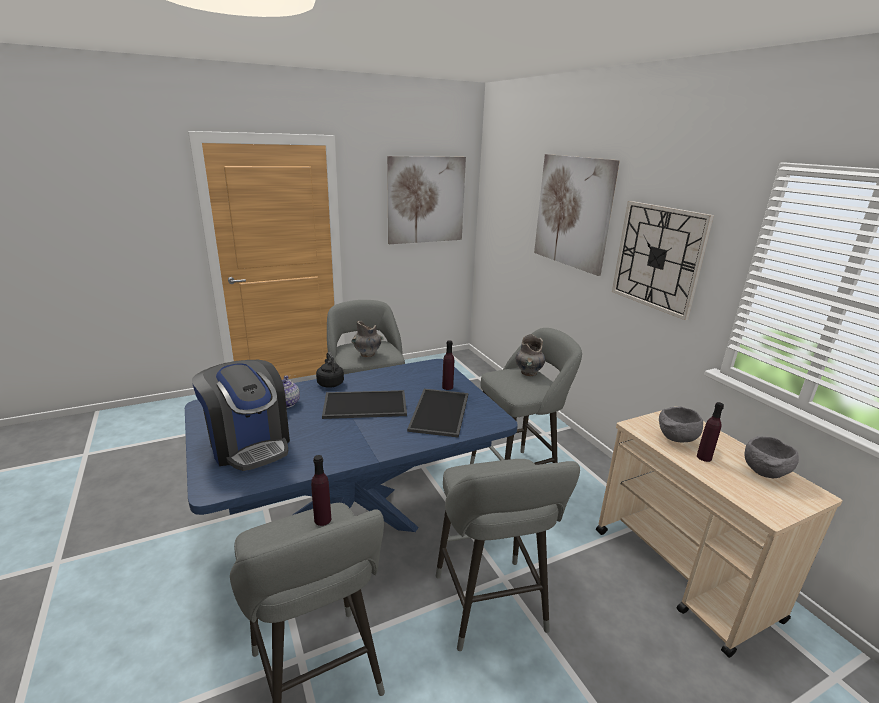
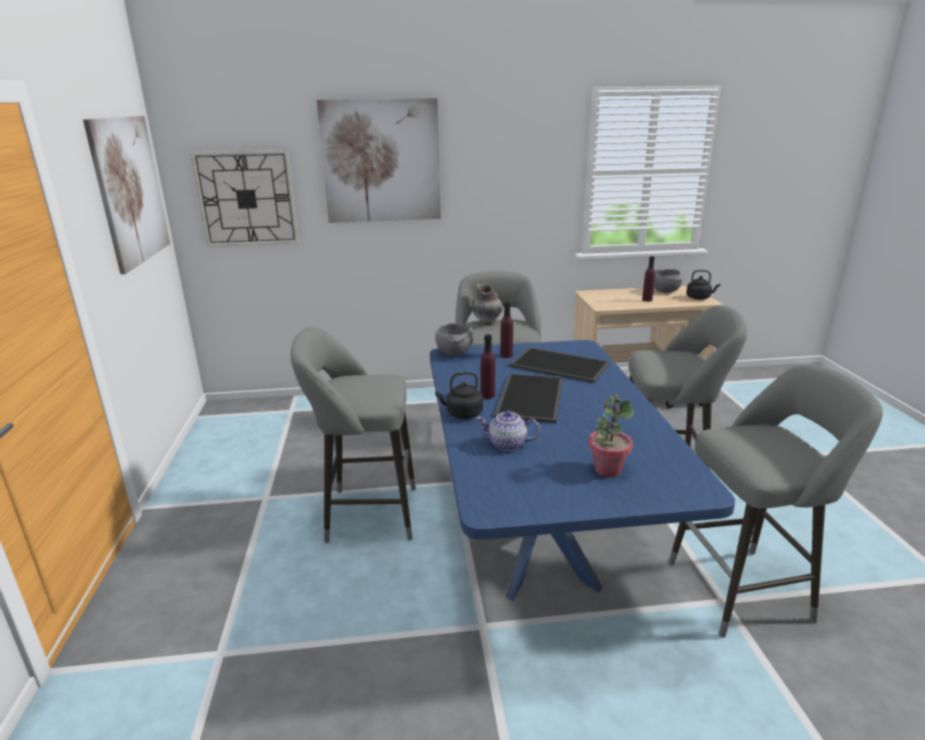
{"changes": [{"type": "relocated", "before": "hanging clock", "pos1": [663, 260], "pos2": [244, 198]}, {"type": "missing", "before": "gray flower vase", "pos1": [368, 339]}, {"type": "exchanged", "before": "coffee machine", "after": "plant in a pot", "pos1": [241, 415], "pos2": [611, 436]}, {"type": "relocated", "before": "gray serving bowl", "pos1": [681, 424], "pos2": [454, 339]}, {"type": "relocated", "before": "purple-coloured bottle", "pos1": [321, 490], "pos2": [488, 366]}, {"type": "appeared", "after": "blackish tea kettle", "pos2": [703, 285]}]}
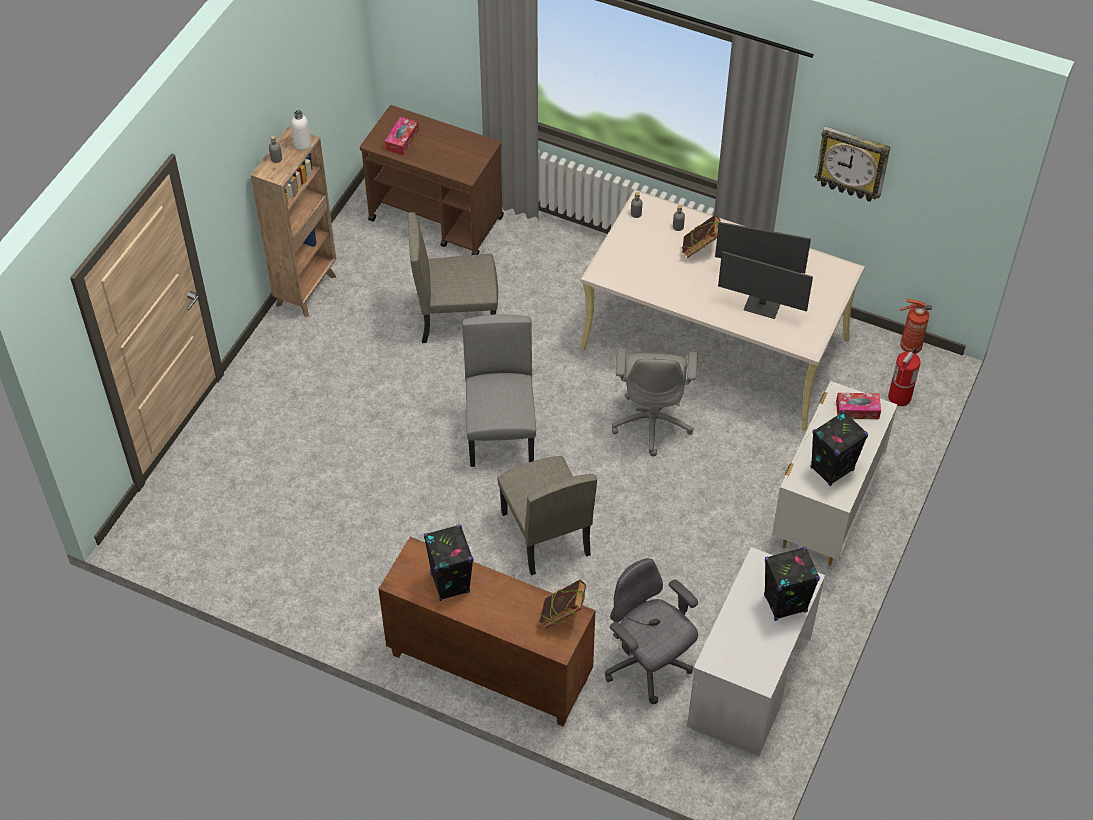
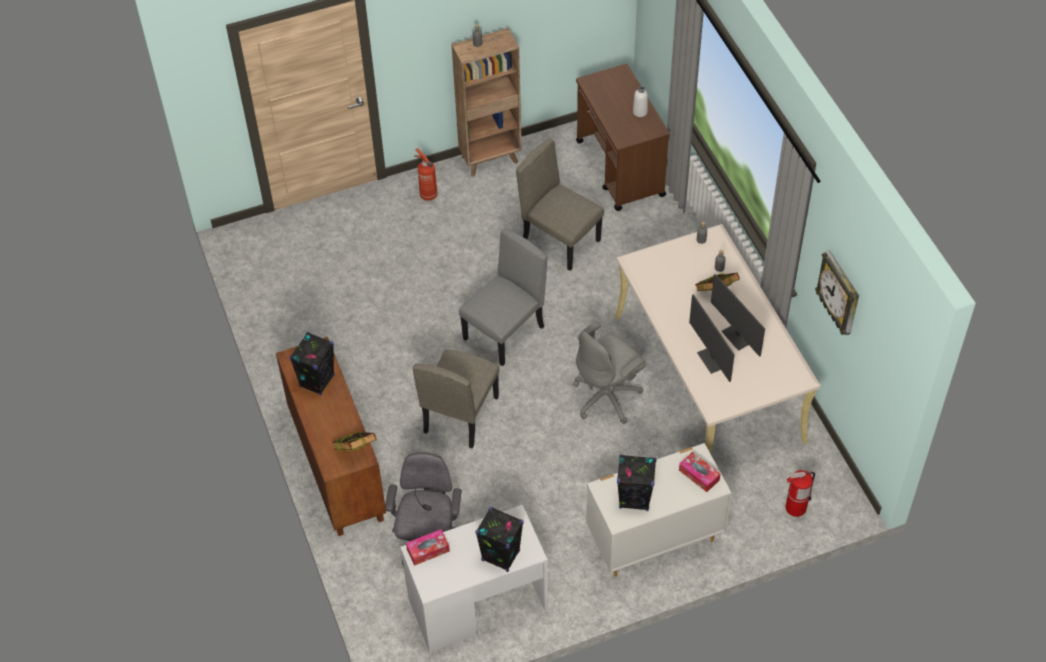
{"changes": [{"type": "relocated", "before": "white bottle", "pos1": [301, 130], "pos2": [640, 101]}, {"type": "relocated", "before": "tissue holder", "pos1": [402, 136], "pos2": [428, 547]}, {"type": "relocated", "before": "fire-fighting cylinder", "pos1": [915, 326], "pos2": [426, 174]}]}
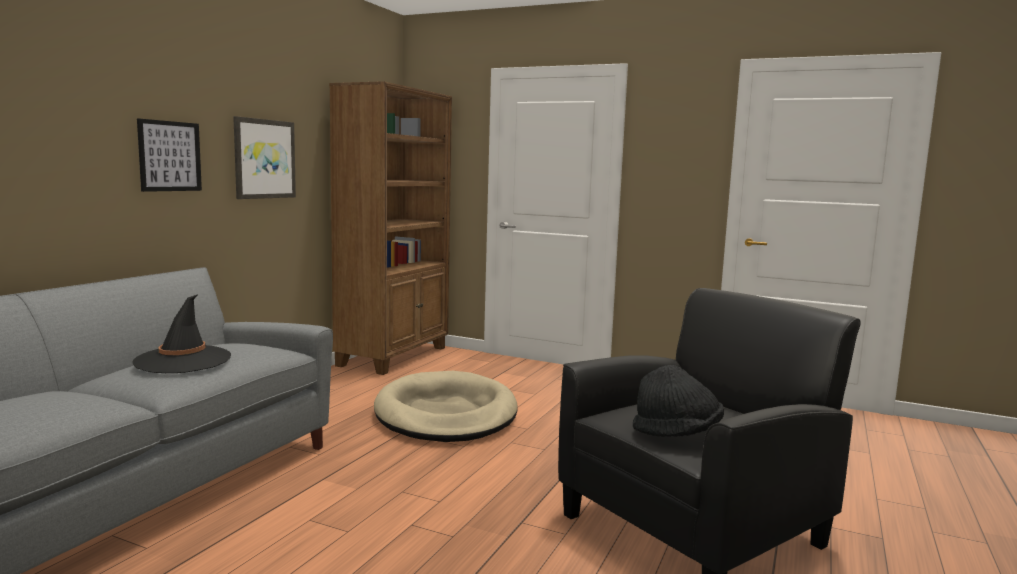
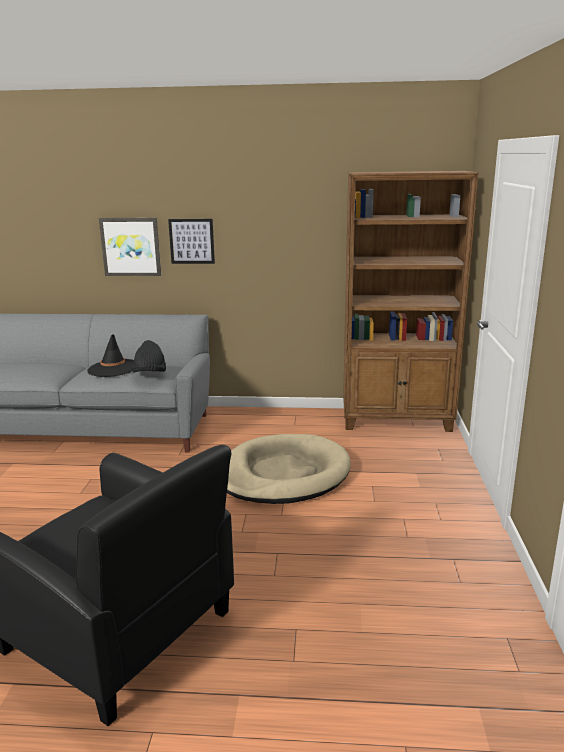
{"changes": [{"type": "relocated", "before": "picture", "pos1": [264, 157], "pos2": [130, 247]}, {"type": "relocated", "before": "blackish clothing hat", "pos1": [678, 401], "pos2": [148, 356]}]}
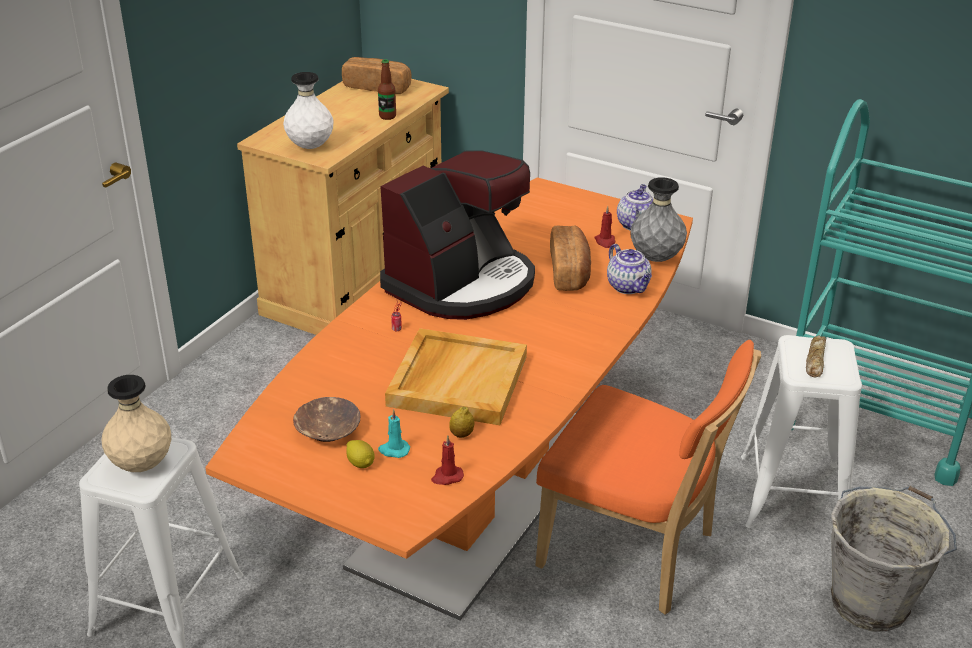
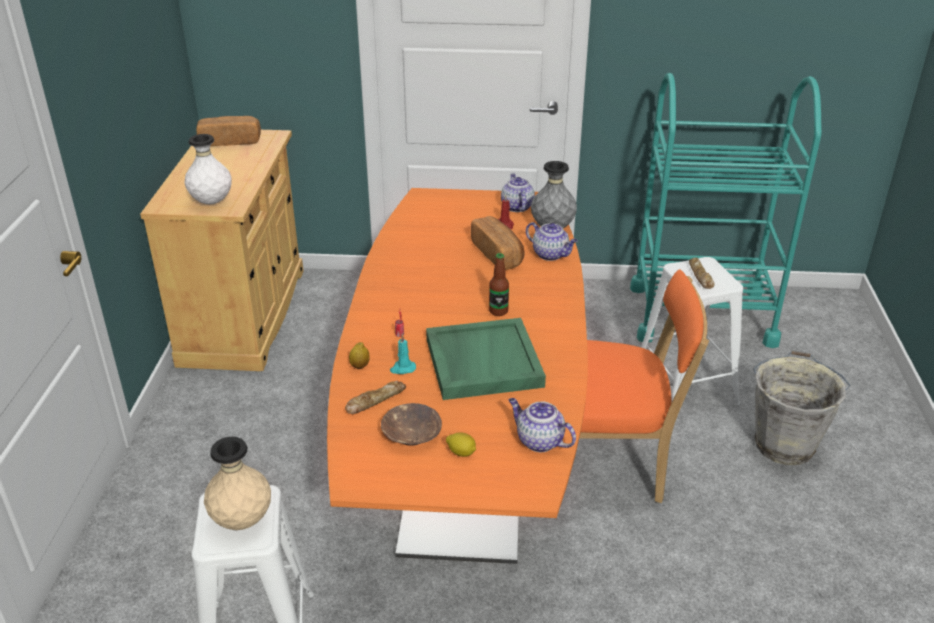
{"changes": [{"type": "relocated", "before": "bottle", "pos1": [387, 90], "pos2": [499, 284]}, {"type": "missing", "before": "coffee machine", "pos1": [457, 235]}, {"type": "colour", "before": "sand-coloured tray", "after": "green tray", "pos1": [456, 376], "pos2": [486, 359]}, {"type": "relocated", "before": "citrus fruit", "pos1": [461, 422], "pos2": [359, 355]}, {"type": "relocated", "before": "turquoise-coloured wax candle", "pos1": [394, 433], "pos2": [403, 354]}, {"type": "exchanged", "before": "red-coloured wax candle", "after": "teapot", "pos1": [447, 460], "pos2": [542, 425]}, {"type": "appeared", "after": "bread", "pos2": [375, 397]}]}
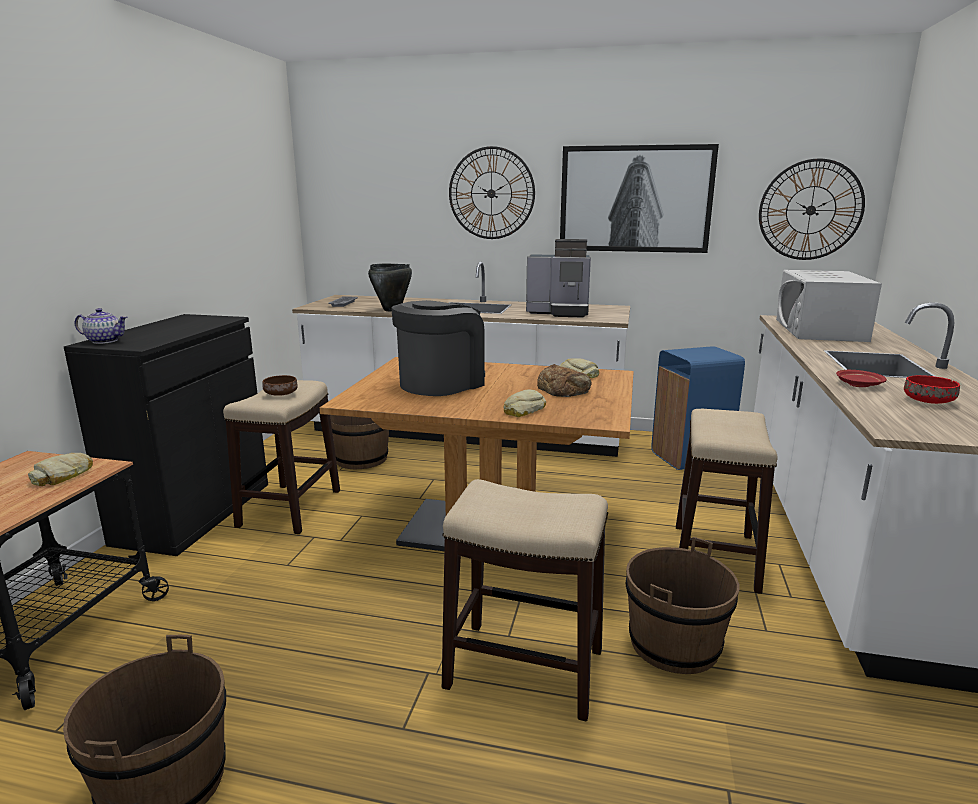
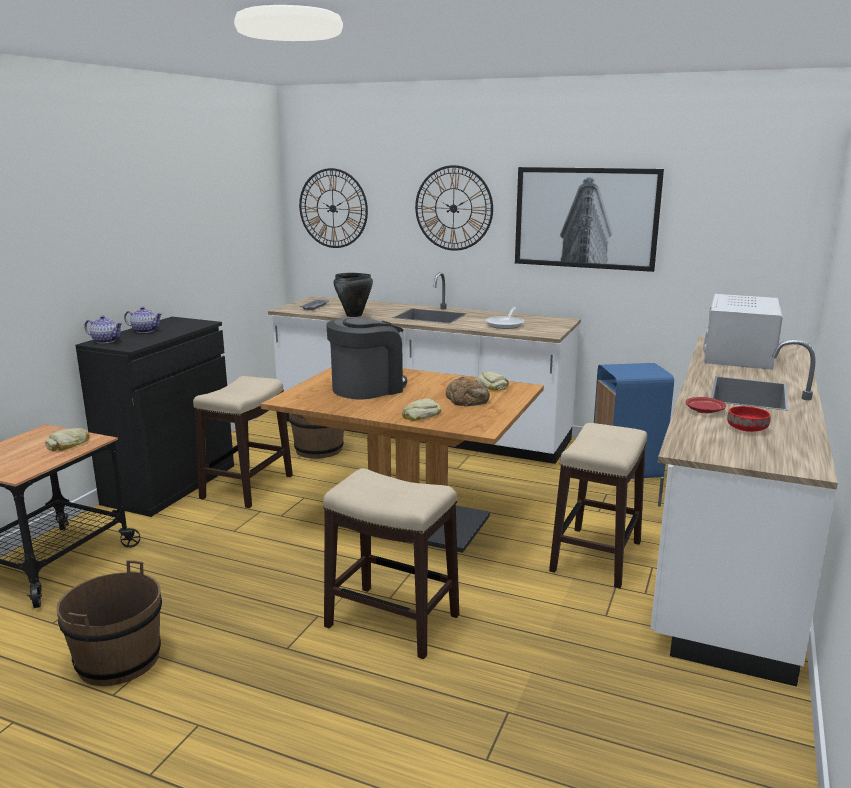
{"changes": [{"type": "relocated", "before": "hanging clock", "pos1": [812, 209], "pos2": [333, 208]}, {"type": "exchanged", "before": "coffee machine", "after": "skillet", "pos1": [558, 278], "pos2": [504, 318]}, {"type": "missing", "before": "brown-coloured serving bowl", "pos1": [280, 385]}, {"type": "missing", "before": "brown-coloured bucket", "pos1": [683, 605]}, {"type": "appeared", "after": "teapot", "pos2": [143, 320]}]}
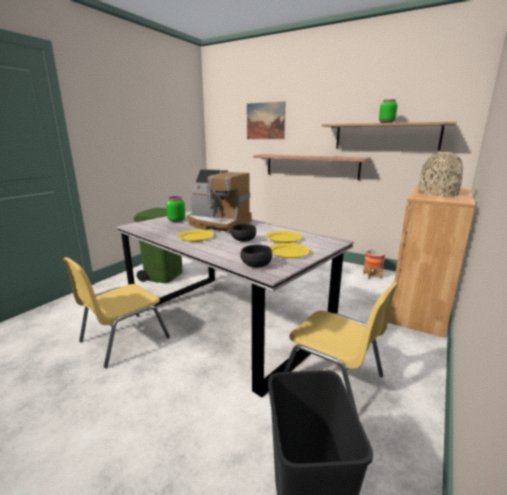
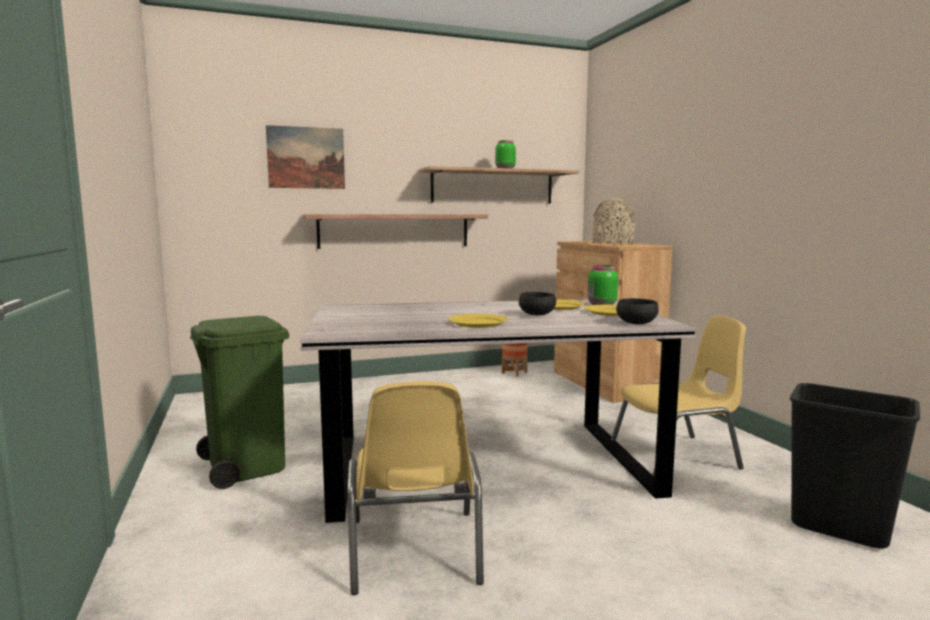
{"changes": [{"type": "missing", "before": "coffee machine", "pos1": [219, 201]}, {"type": "relocated", "before": "green jar", "pos1": [175, 209], "pos2": [603, 285]}]}
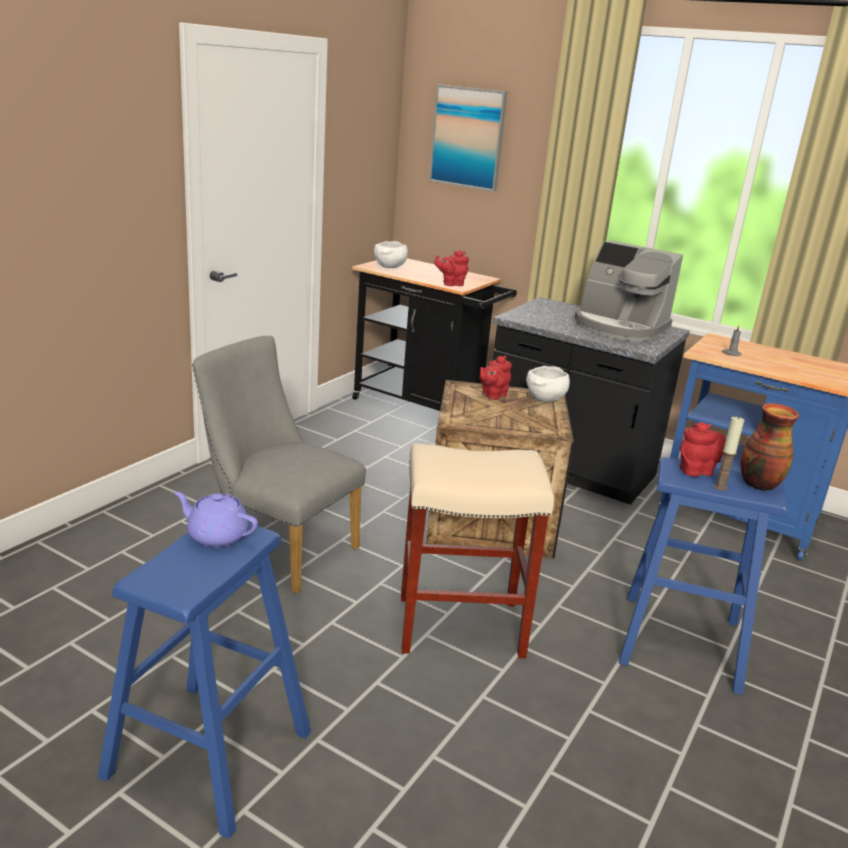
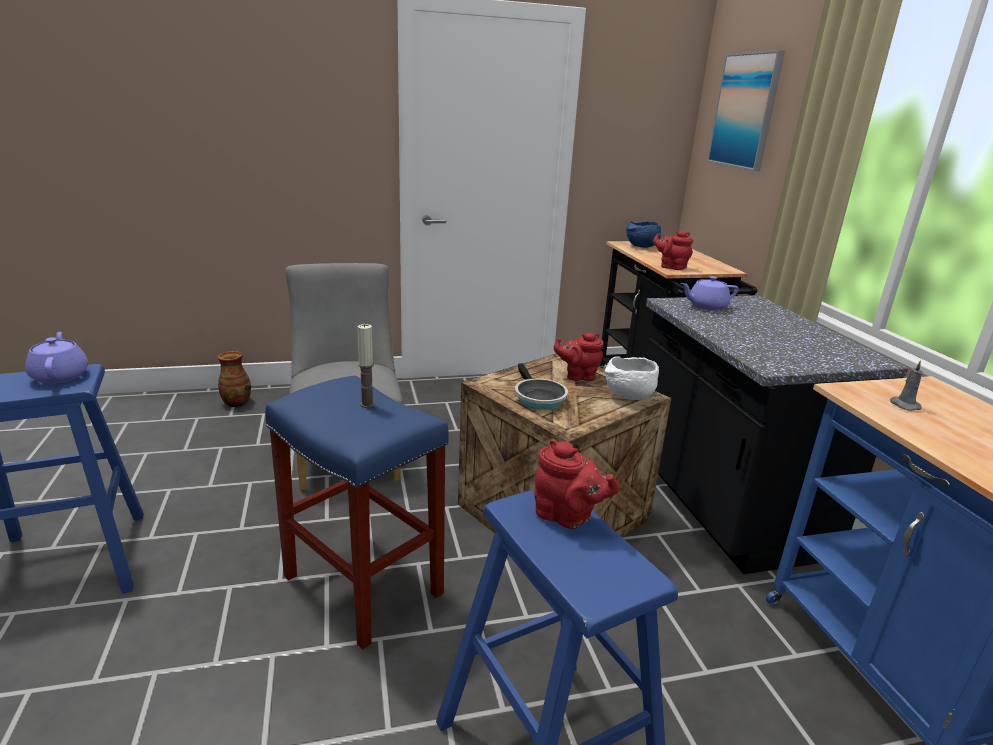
{"changes": [{"type": "colour", "before": "white serving bowl", "after": "blue serving bowl", "pos1": [391, 254], "pos2": [643, 234]}, {"type": "missing", "before": "coffee machine", "pos1": [629, 291]}, {"type": "relocated", "before": "flower vase", "pos1": [770, 447], "pos2": [234, 379]}, {"type": "relocated", "before": "wax candle", "pos1": [729, 454], "pos2": [366, 366]}, {"type": "colour", "before": "sand-coloured stool seat", "after": "blue stool seat", "pos1": [477, 550], "pos2": [357, 512]}, {"type": "appeared", "after": "purple-coloured teapot", "pos2": [709, 293]}, {"type": "appeared", "after": "skillet", "pos2": [541, 386]}]}
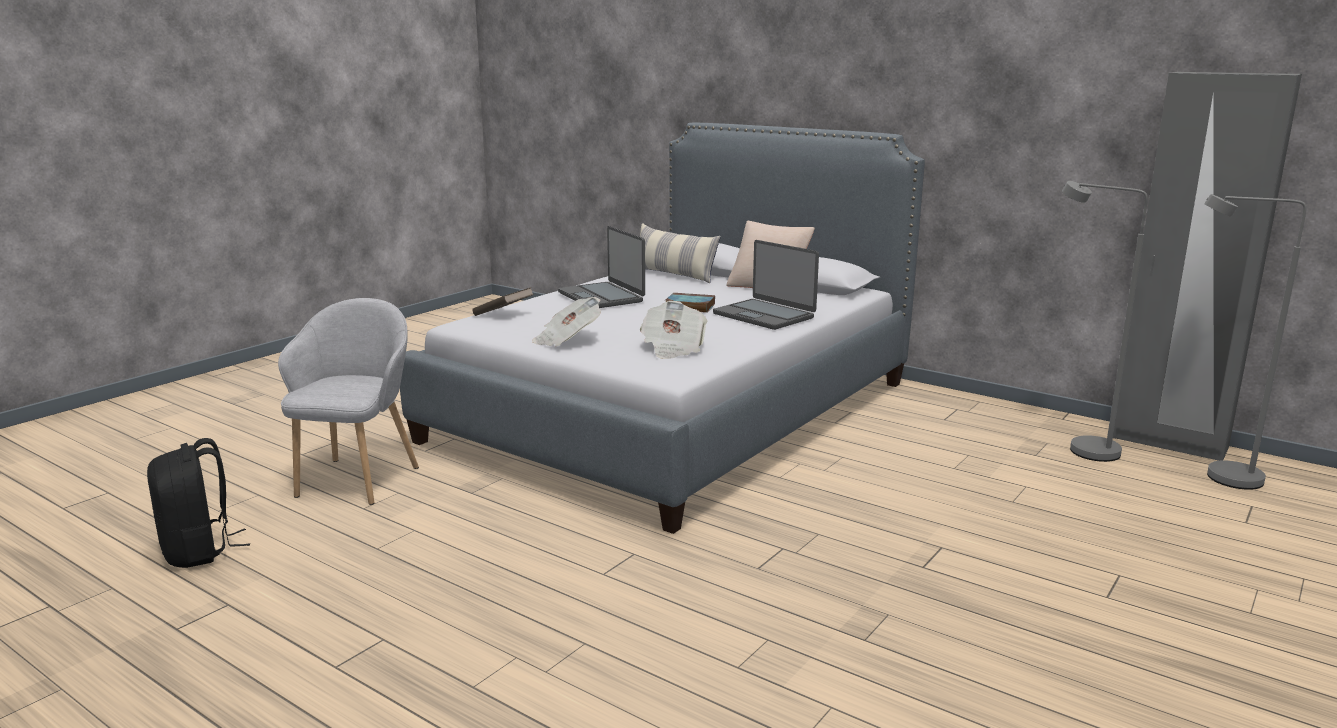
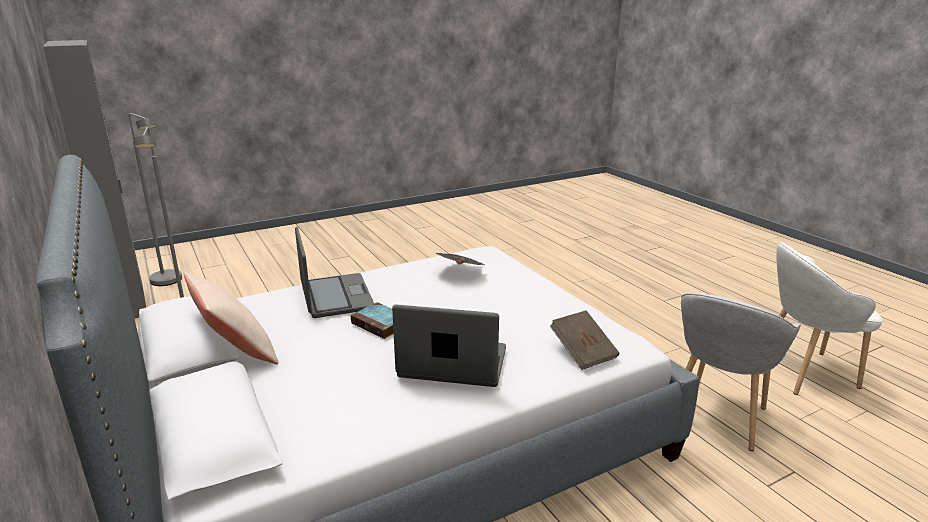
{"changes": [{"type": "missing", "before": "throw pillow", "pos1": [680, 253]}, {"type": "spun", "before": "portable computer", "pos1": [601, 267], "pos2": [449, 346], "turn": -75}, {"type": "missing", "before": "daily paper", "pos1": [566, 321]}, {"type": "exchanged", "before": "blackish backpack", "after": "white armchair", "pos1": [198, 503], "pos2": [829, 318]}]}
